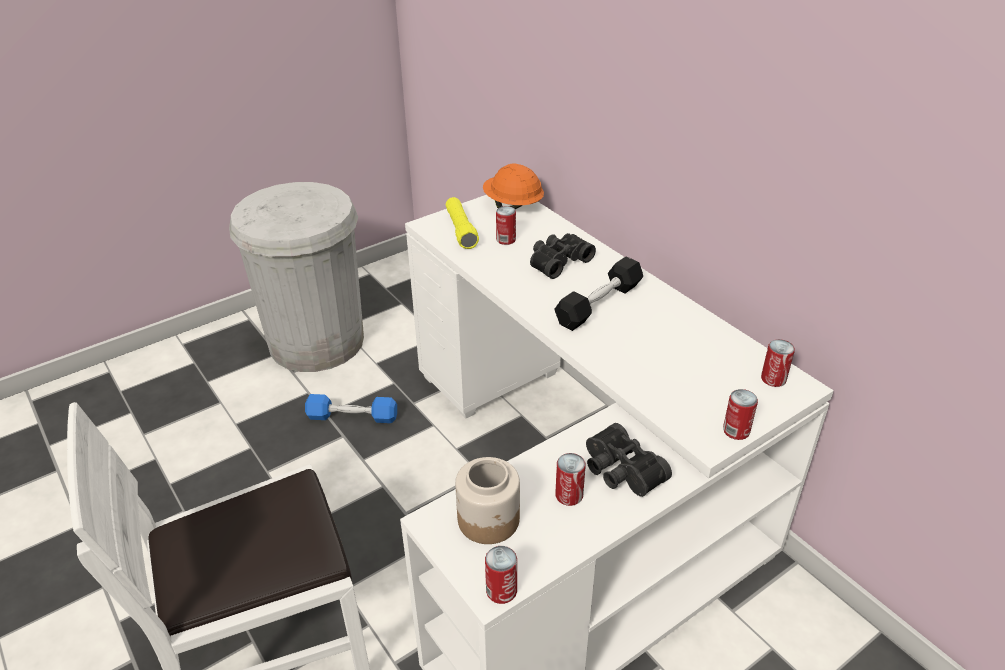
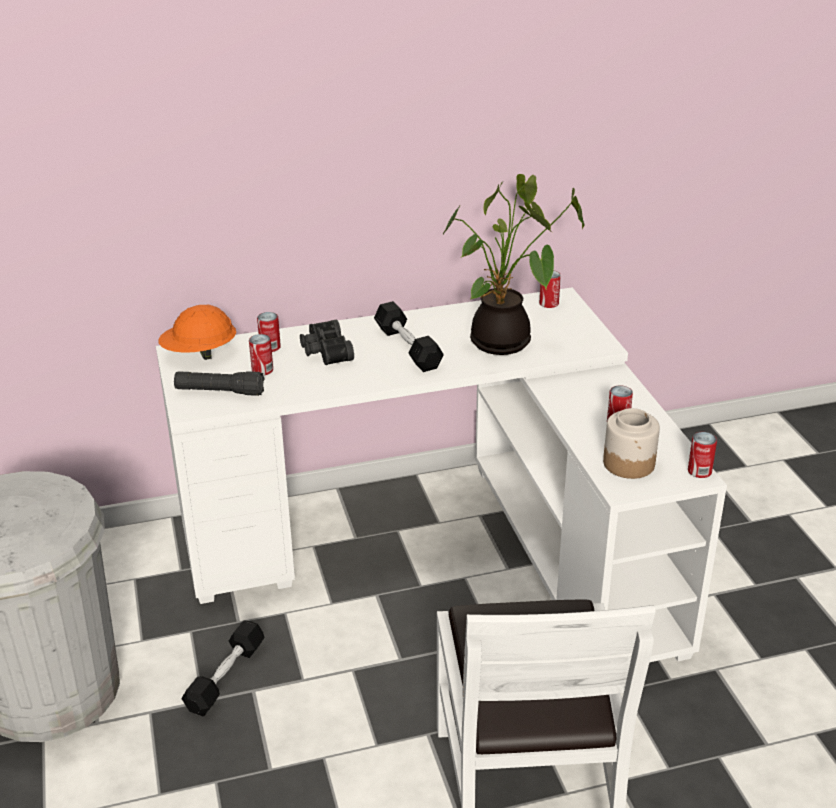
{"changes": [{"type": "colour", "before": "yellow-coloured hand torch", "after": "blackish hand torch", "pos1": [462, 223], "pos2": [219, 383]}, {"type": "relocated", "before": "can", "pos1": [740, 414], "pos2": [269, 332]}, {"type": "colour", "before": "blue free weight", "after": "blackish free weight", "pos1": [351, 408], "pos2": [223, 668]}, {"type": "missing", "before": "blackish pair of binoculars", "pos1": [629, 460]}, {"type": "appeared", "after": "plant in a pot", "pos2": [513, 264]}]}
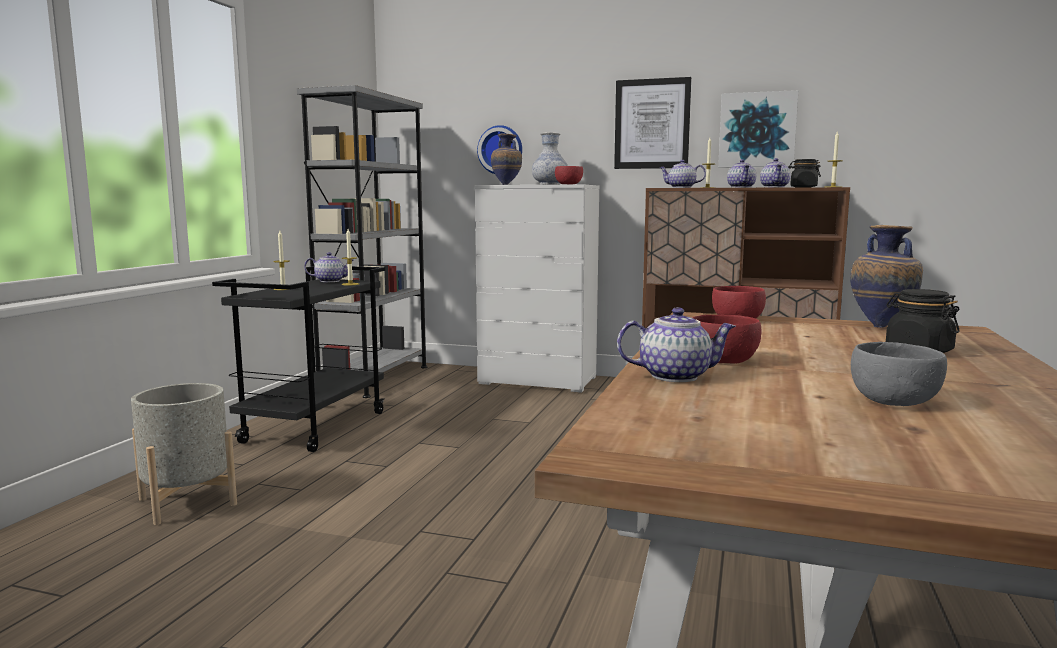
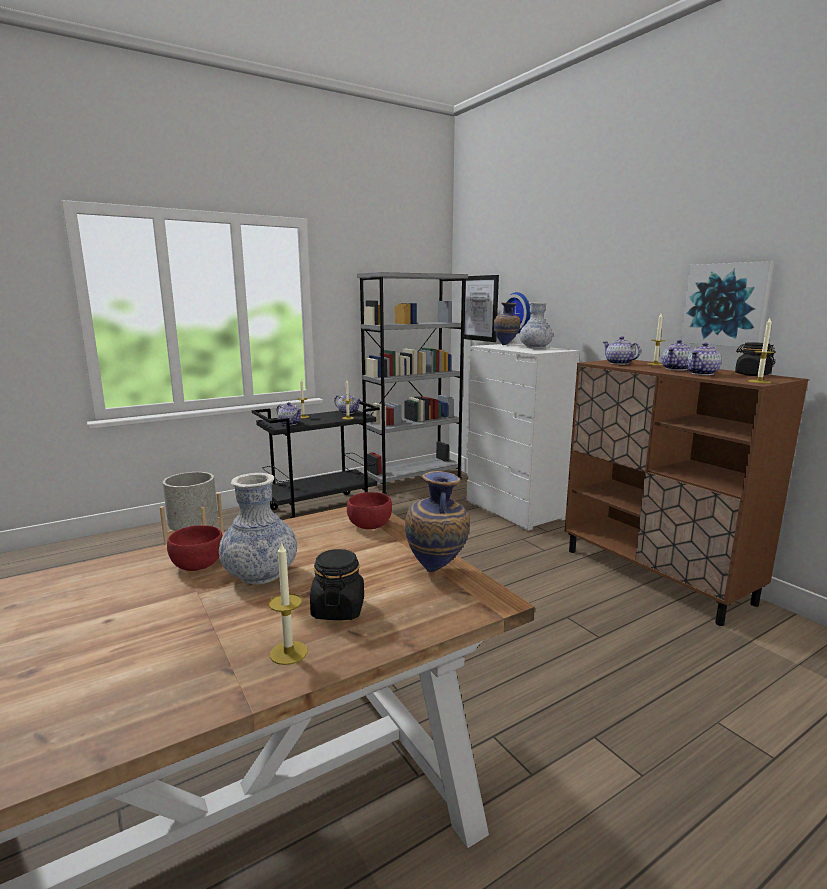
{"changes": [{"type": "relocated", "before": "picture", "pos1": [652, 123], "pos2": [481, 308]}, {"type": "missing", "before": "red-coloured serving bowl", "pos1": [569, 175]}, {"type": "relocated", "before": "teapot", "pos1": [676, 344], "pos2": [289, 414]}, {"type": "missing", "before": "gray serving bowl", "pos1": [899, 374]}, {"type": "appeared", "after": "flower vase", "pos2": [258, 529]}, {"type": "appeared", "after": "wax candle", "pos2": [288, 603]}]}
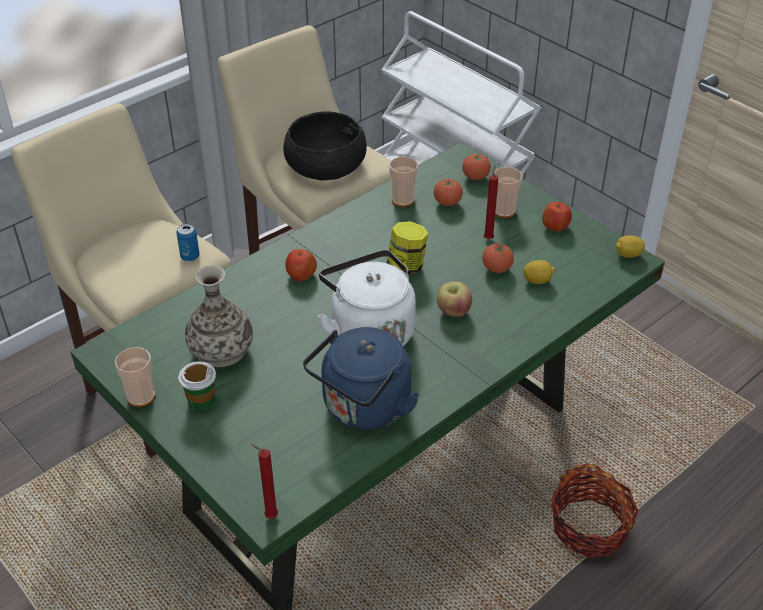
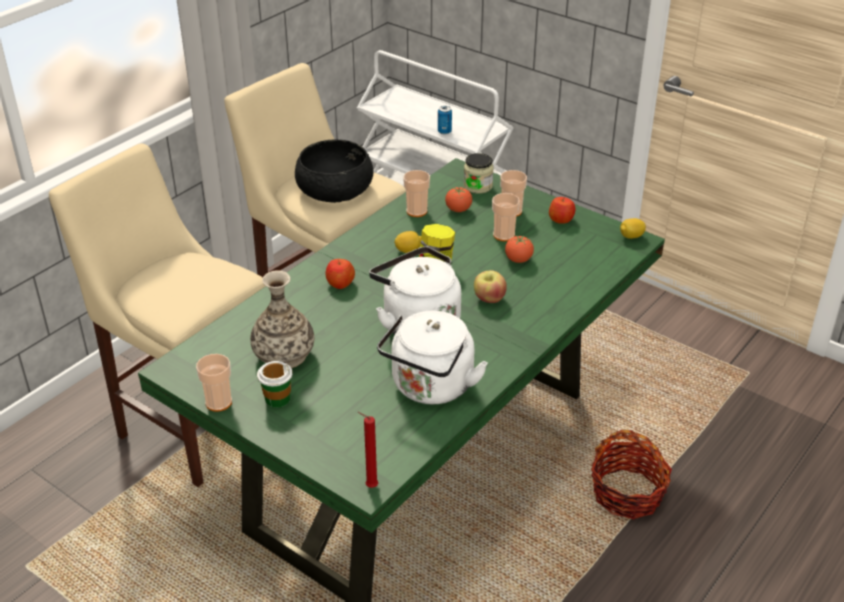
{"changes": [{"type": "exchanged", "before": "fresh tomato", "after": "jar", "pos1": [476, 166], "pos2": [478, 173]}, {"type": "exchanged", "before": "red-coloured wax candle", "after": "drinking cup", "pos1": [491, 202], "pos2": [506, 217]}, {"type": "relocated", "before": "can", "pos1": [188, 242], "pos2": [445, 120]}, {"type": "relocated", "before": "citrus fruit", "pos1": [539, 272], "pos2": [407, 242]}, {"type": "colour", "before": "blue tea kettle", "after": "white tea kettle", "pos1": [361, 378], "pos2": [432, 358]}]}
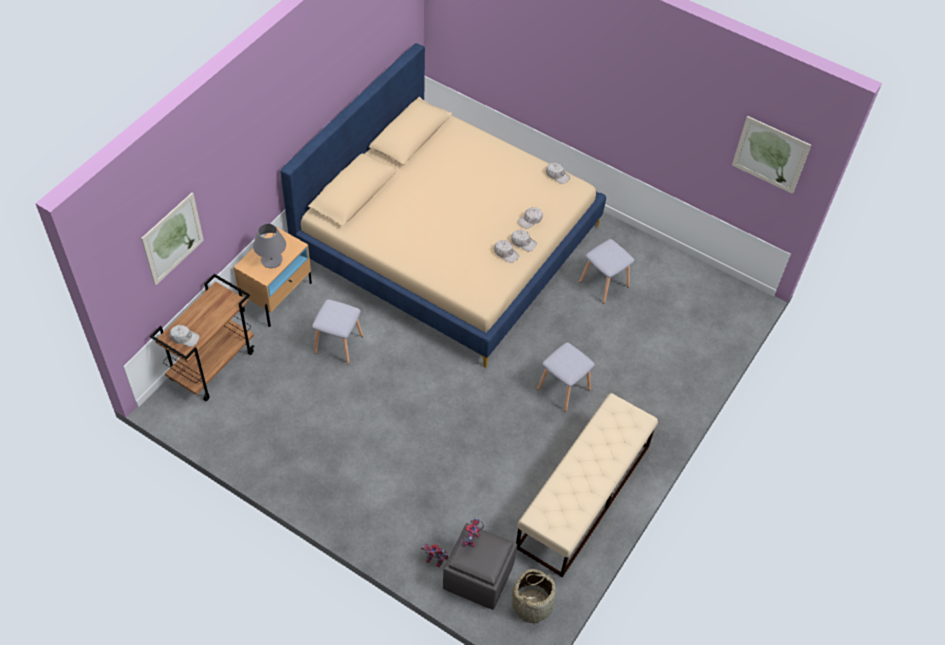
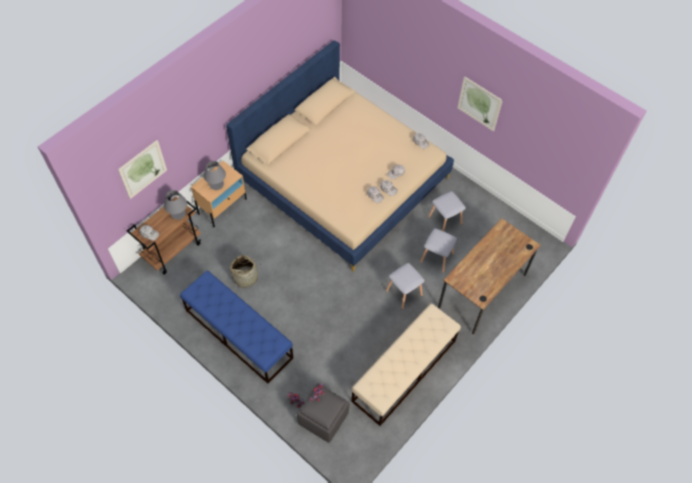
{"changes": [{"type": "relocated", "before": "picture", "pos1": [771, 155], "pos2": [480, 104]}, {"type": "relocated", "before": "gray stool seat", "pos1": [337, 331], "pos2": [438, 250]}, {"type": "relocated", "before": "household basket", "pos1": [534, 596], "pos2": [244, 271]}, {"type": "appeared", "after": "gray tabletop lamp", "pos2": [175, 205]}, {"type": "appeared", "after": "brown-coloured desk", "pos2": [489, 276]}, {"type": "appeared", "after": "blue indoor bench", "pos2": [236, 327]}]}
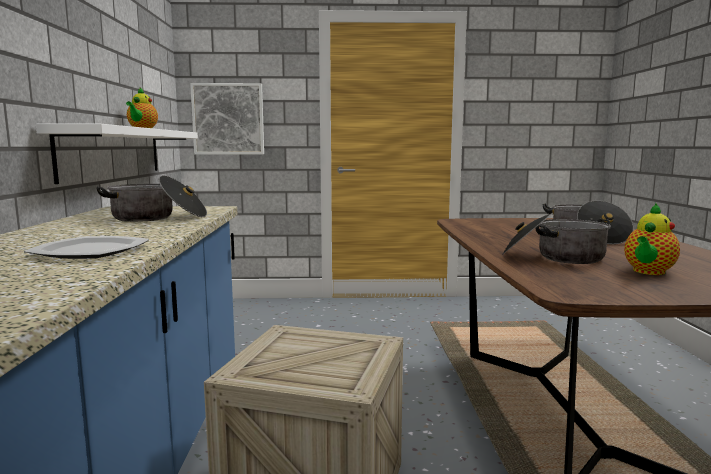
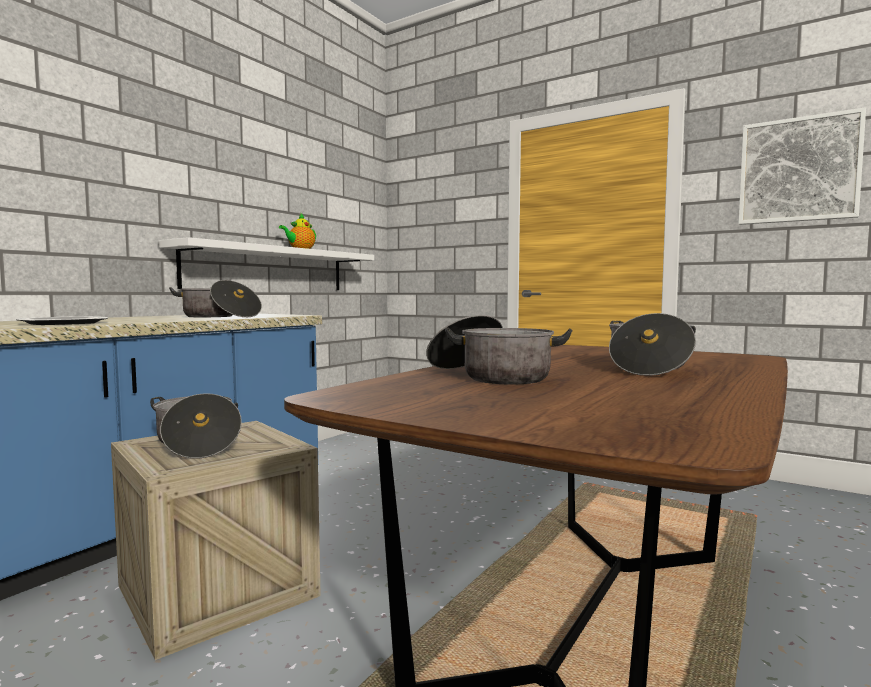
{"changes": [{"type": "relocated", "before": "picture", "pos1": [227, 119], "pos2": [802, 166]}, {"type": "missing", "before": "teapot", "pos1": [652, 239]}, {"type": "appeared", "after": "stockpot", "pos2": [196, 426]}]}
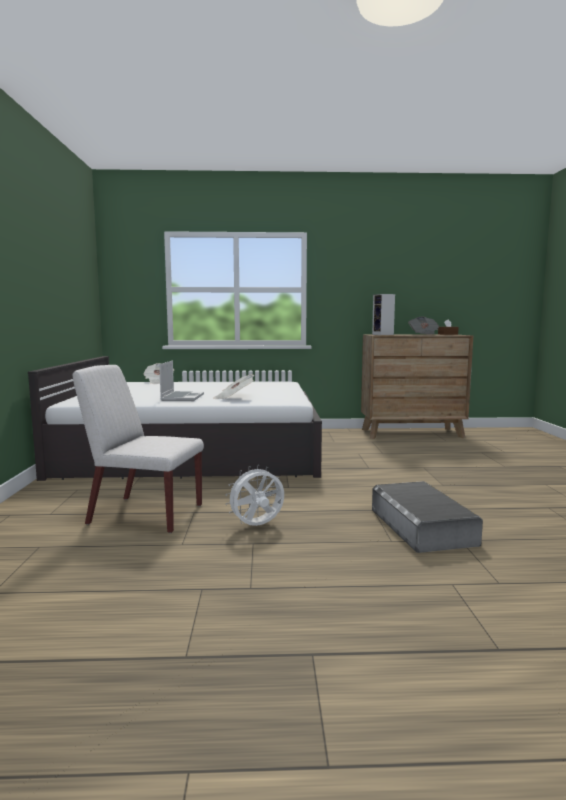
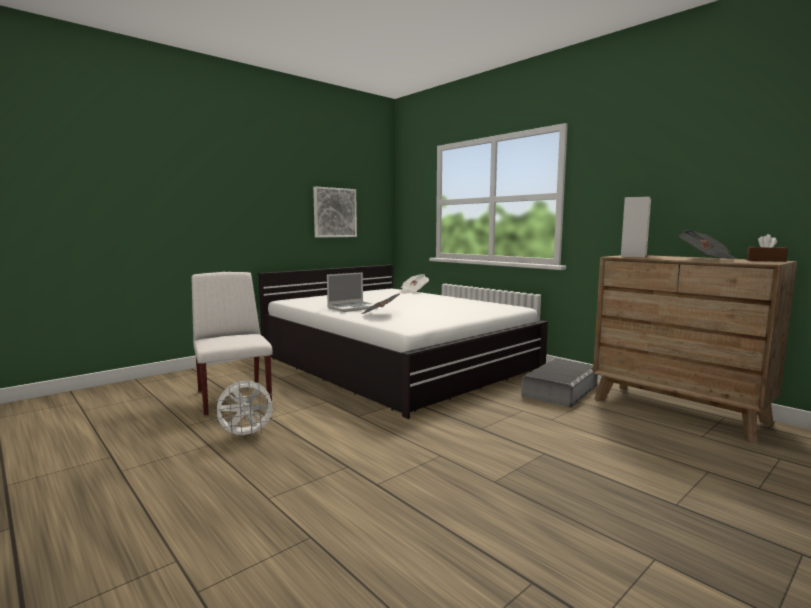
{"changes": [{"type": "spun", "before": "white cooling fan", "pos1": [254, 495], "pos2": [244, 409], "turn": 135}, {"type": "relocated", "before": "gray storage container", "pos1": [427, 517], "pos2": [559, 383]}, {"type": "appeared", "after": "picture", "pos2": [335, 212]}]}
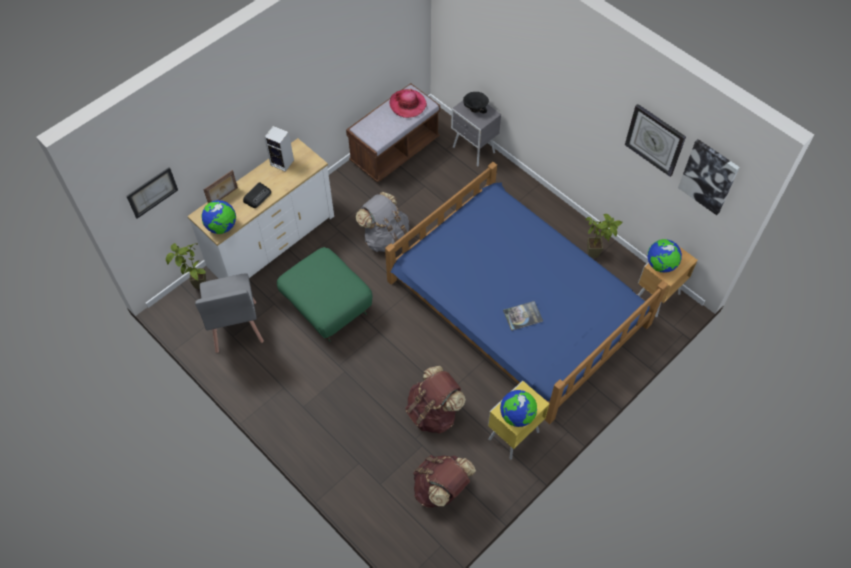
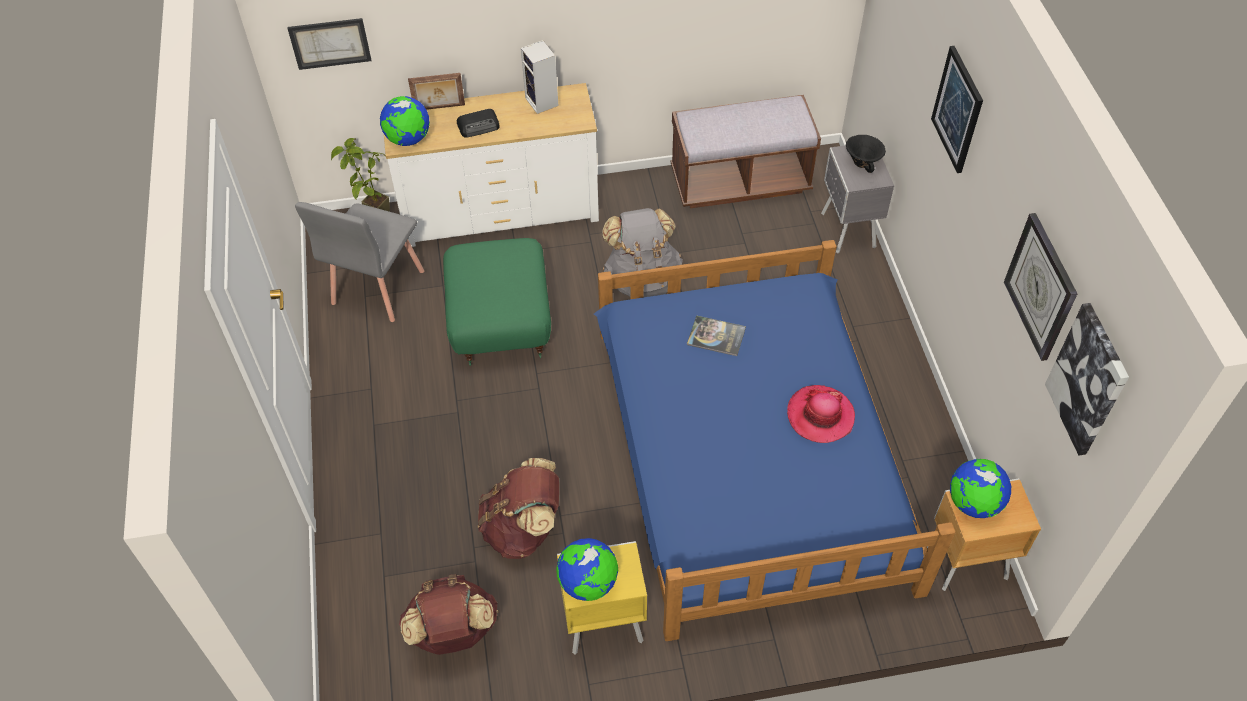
{"changes": [{"type": "relocated", "before": "clothing hat", "pos1": [408, 103], "pos2": [821, 414]}, {"type": "missing", "before": "plant in a pot", "pos1": [604, 236]}, {"type": "relocated", "before": "book", "pos1": [523, 316], "pos2": [716, 335]}, {"type": "appeared", "after": "picture", "pos2": [957, 109]}]}
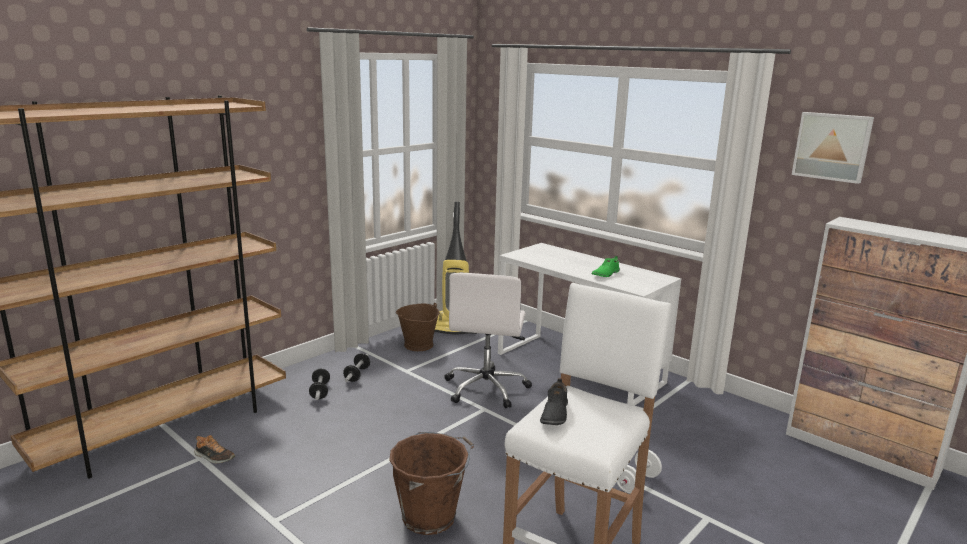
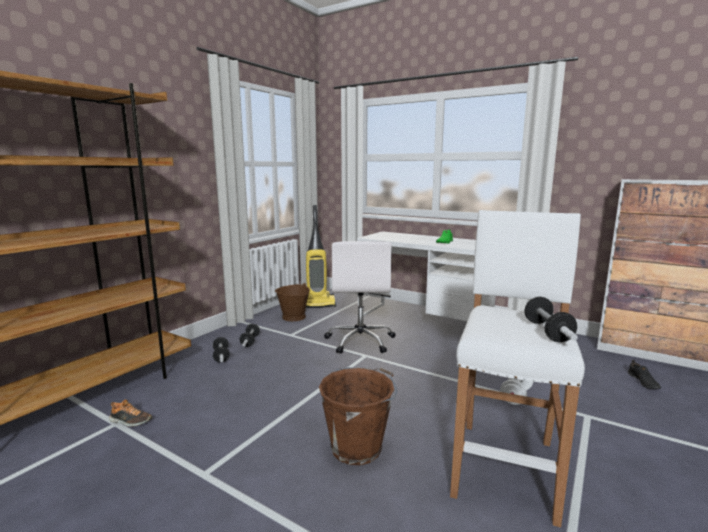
{"changes": [{"type": "missing", "before": "picture", "pos1": [833, 148]}, {"type": "relocated", "before": "blackish item of footwear", "pos1": [554, 401], "pos2": [644, 374]}, {"type": "appeared", "after": "free weight", "pos2": [551, 319]}]}
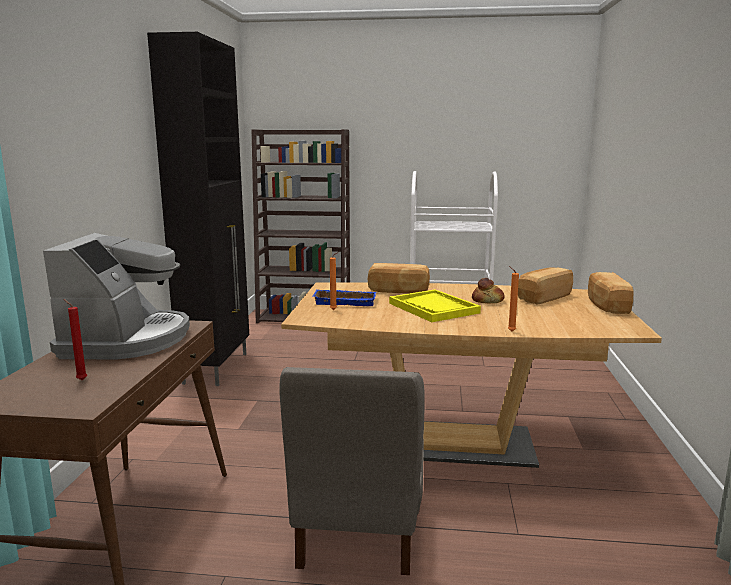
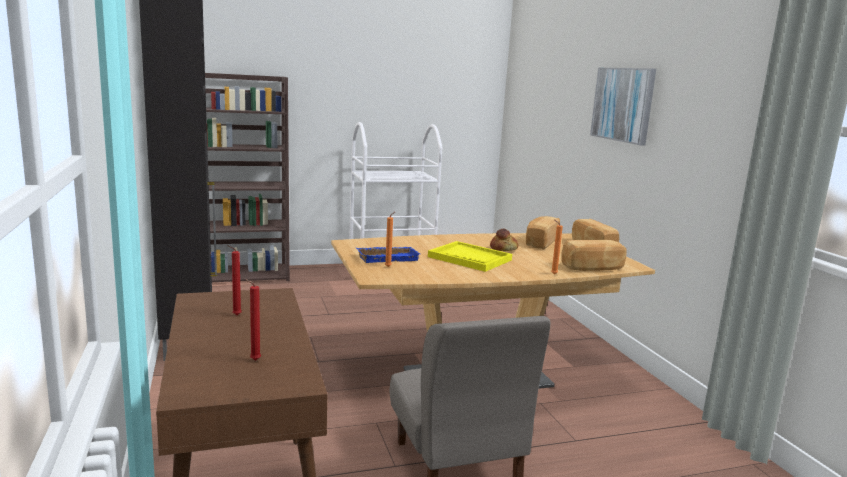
{"changes": [{"type": "exchanged", "before": "coffee machine", "after": "red-coloured wax candle", "pos1": [116, 296], "pos2": [234, 280]}, {"type": "relocated", "before": "bread", "pos1": [398, 278], "pos2": [594, 255]}, {"type": "appeared", "after": "picture", "pos2": [623, 107]}]}
